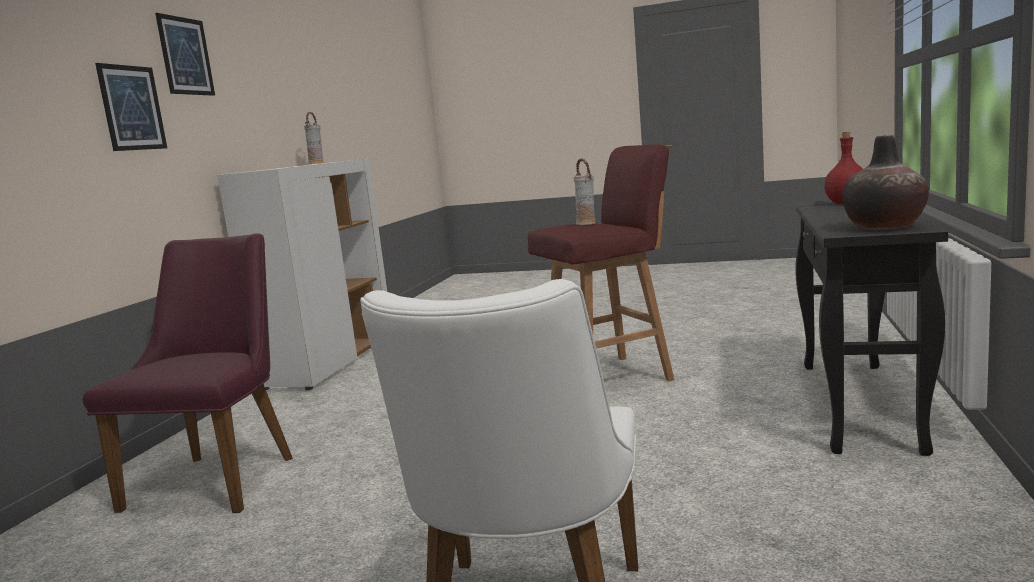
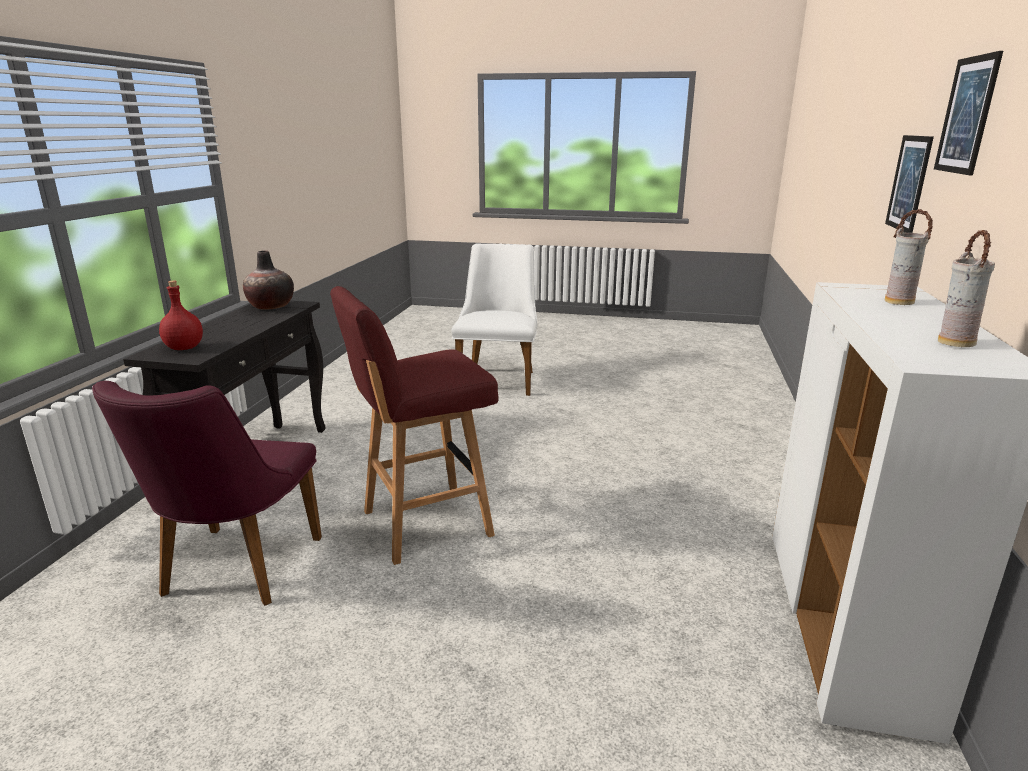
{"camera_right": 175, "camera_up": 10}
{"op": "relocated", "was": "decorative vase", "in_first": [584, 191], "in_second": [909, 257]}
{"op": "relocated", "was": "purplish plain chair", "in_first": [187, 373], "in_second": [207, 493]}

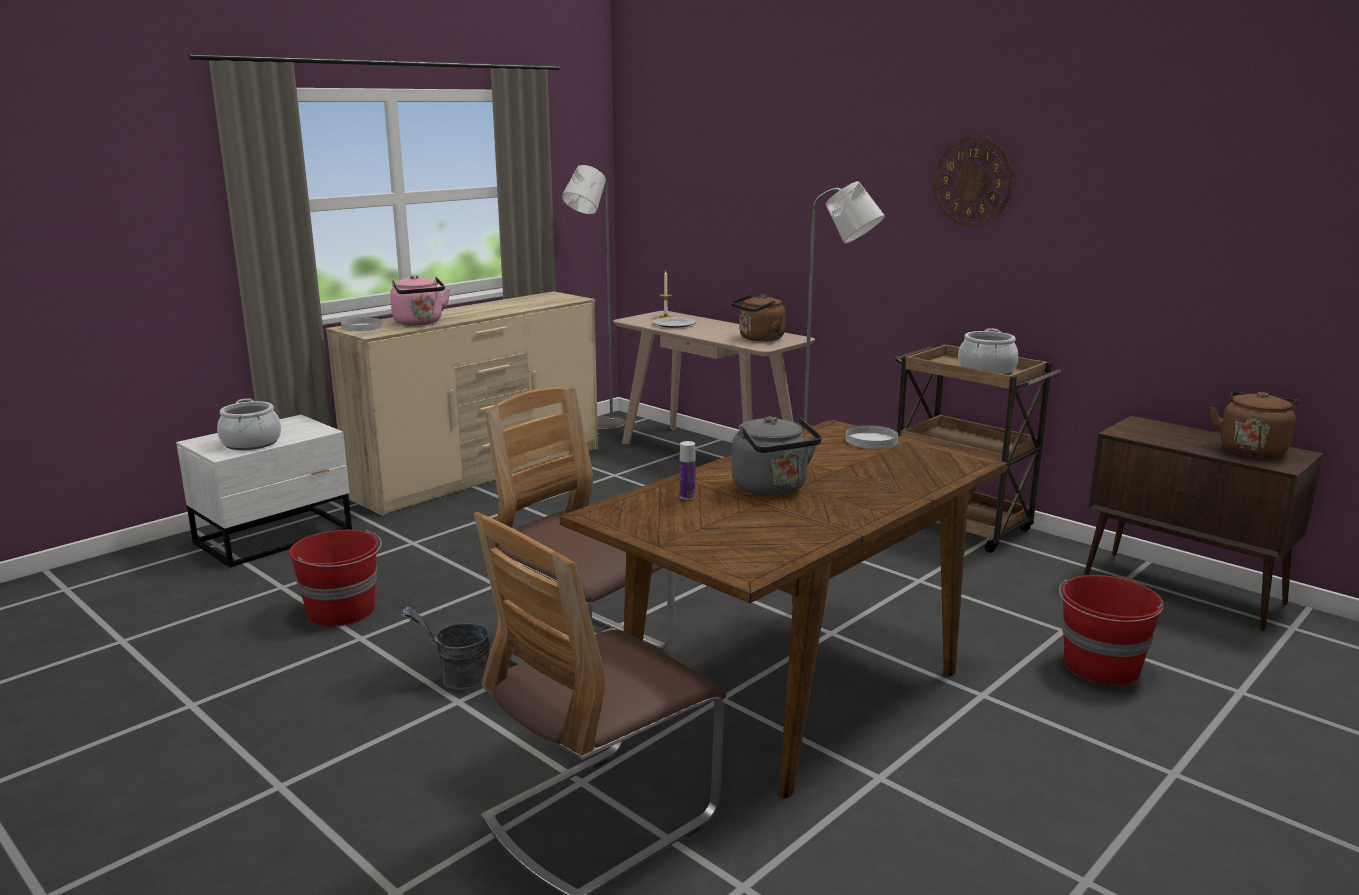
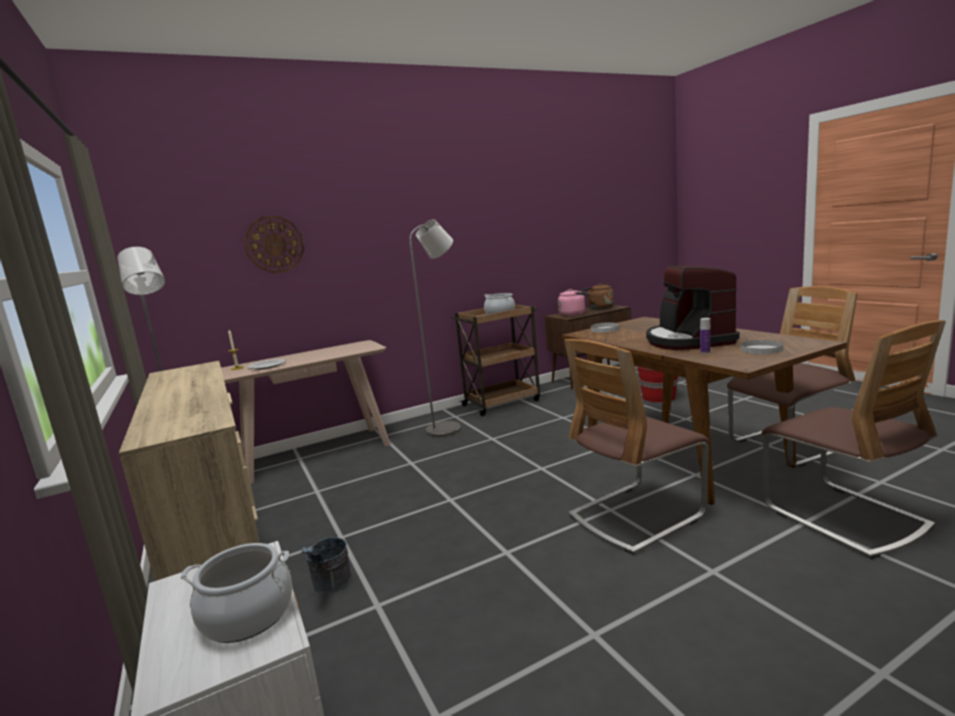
{"camera_right": -70, "camera_up": -5}
{"op": "relocated", "was": "clock on the wall", "in_first": [973, 182], "in_second": [274, 245]}
{"op": "relocated", "was": "pink kettle", "in_first": [420, 300], "in_second": [573, 302]}
{"op": "missing", "was": "brown kettle", "in_first": [758, 318]}
{"op": "relocated", "was": "white-coloured dinner plate", "in_first": [361, 324], "in_second": [762, 347]}
{"op": "exchanged", "was": "grey kettle", "now": "coffee machine", "in_first": [777, 456], "in_second": [693, 308]}
{"op": "missing", "was": "red bucket", "in_first": [335, 578]}
{"op": "relocated", "was": "grey bucket", "in_first": [445, 648], "in_second": [326, 565]}
{"op": "appeared", "now": "plain chair", "in_second": [792, 376]}

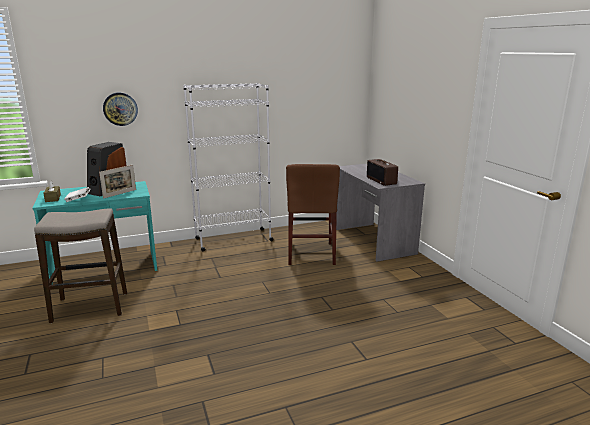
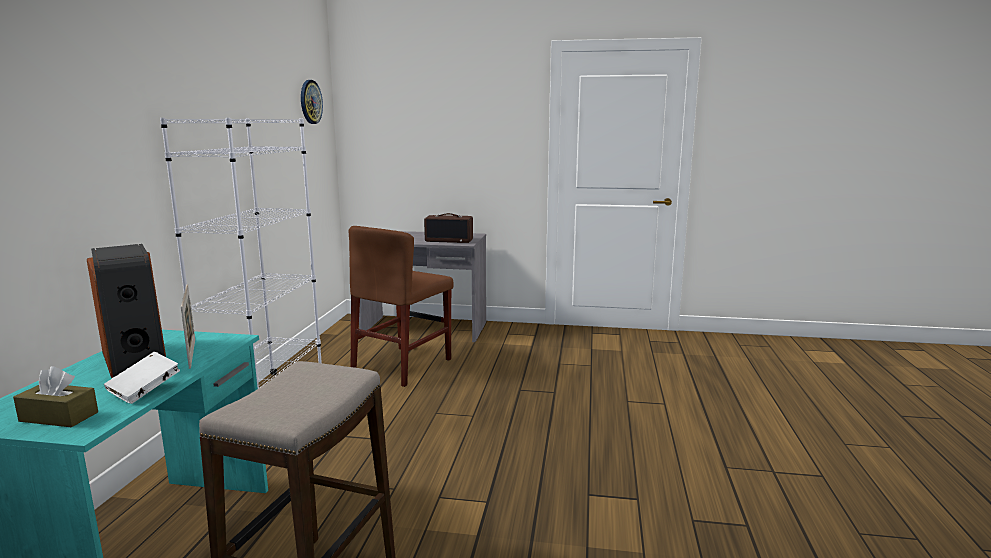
{"camera_right": -60, "camera_up": -5}
{"op": "relocated", "was": "clock on the wall", "in_first": [120, 109], "in_second": [312, 102]}
{"op": "spun", "was": "brown plain chair", "in_first": [313, 214], "in_second": [401, 306], "clockwise": 90}

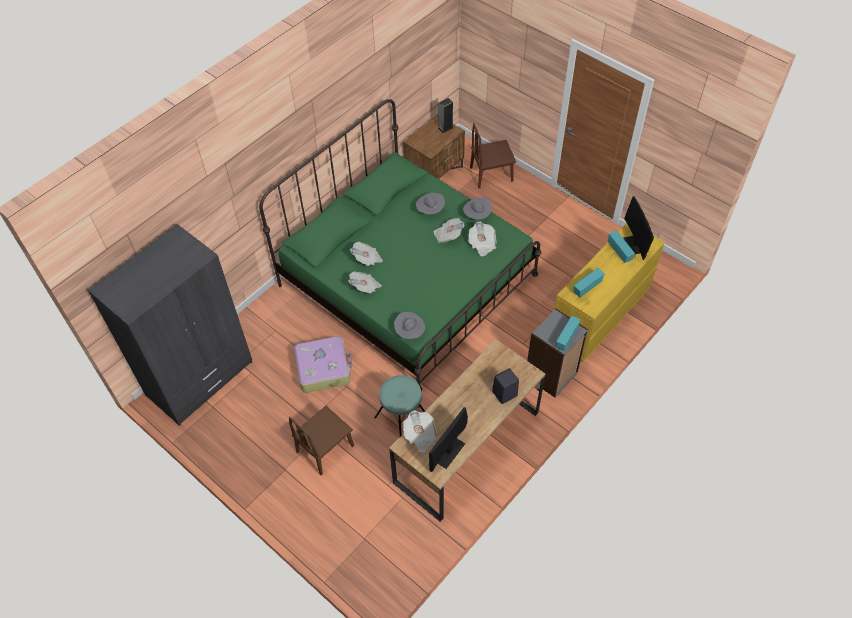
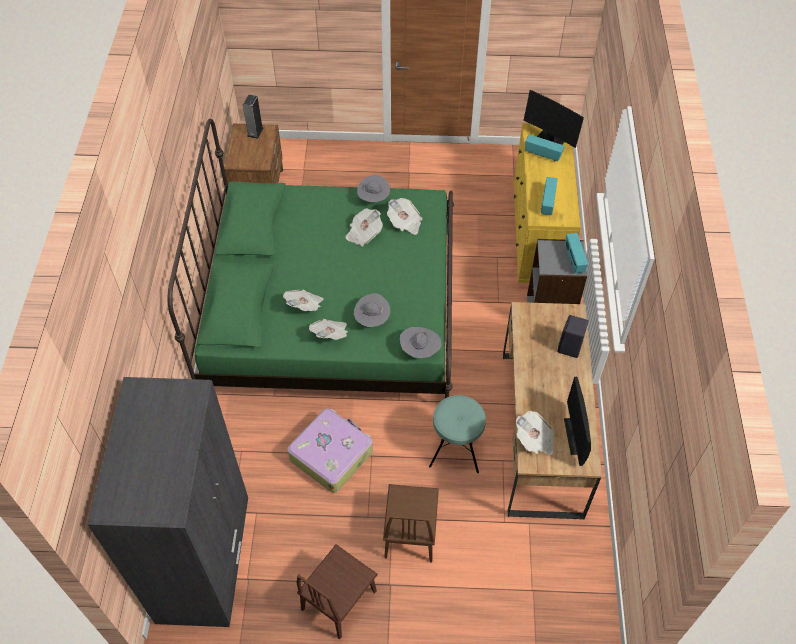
{"camera_right": -40, "camera_up": 0}
{"op": "relocated", "was": "brown plain chair", "in_first": [493, 156], "in_second": [336, 591]}
{"op": "relocated", "was": "grey hat", "in_first": [430, 204], "in_second": [372, 310]}

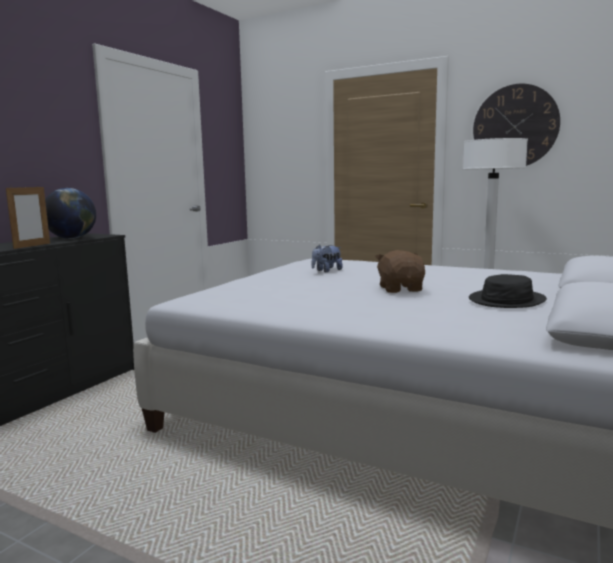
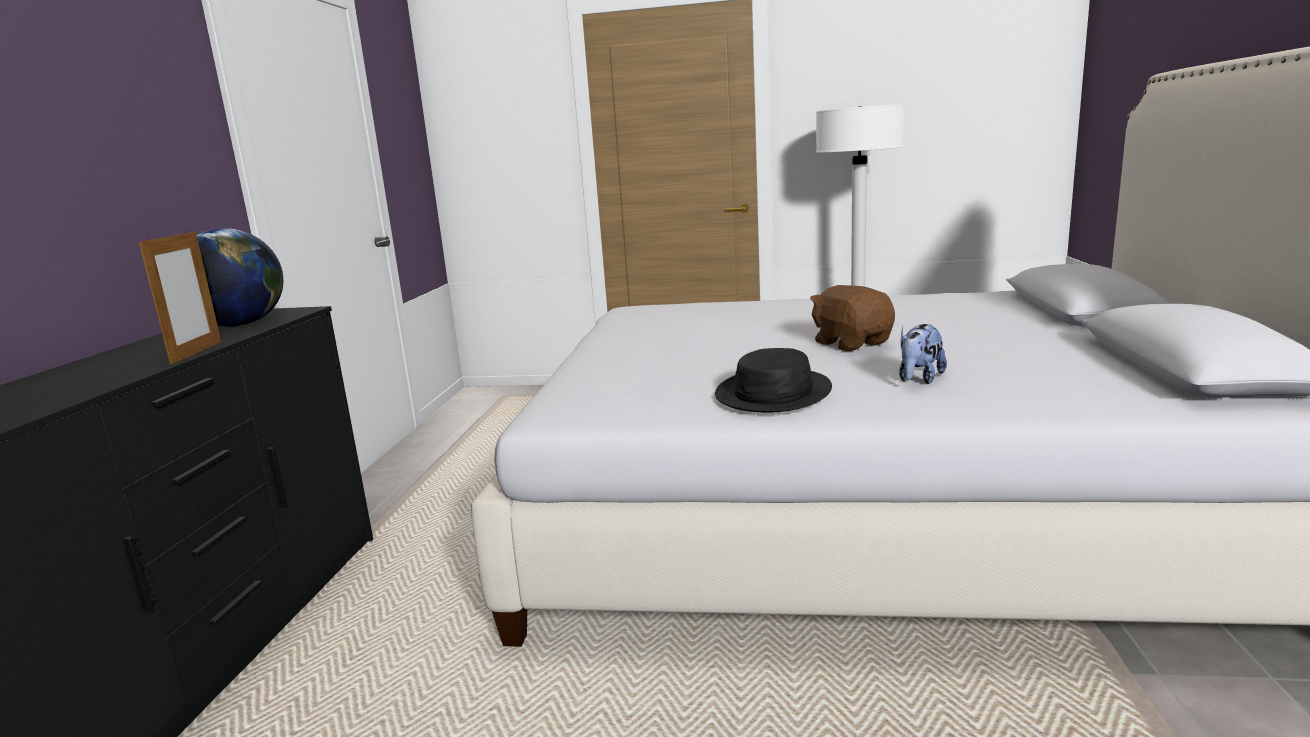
{"camera_right": -20, "camera_up": 5}
{"op": "missing", "was": "clock on the wall", "in_first": [516, 125]}
{"op": "relocated", "was": "plush toy", "in_first": [327, 258], "in_second": [923, 354]}
{"op": "relocated", "was": "black-coloured hat", "in_first": [508, 291], "in_second": [773, 380]}

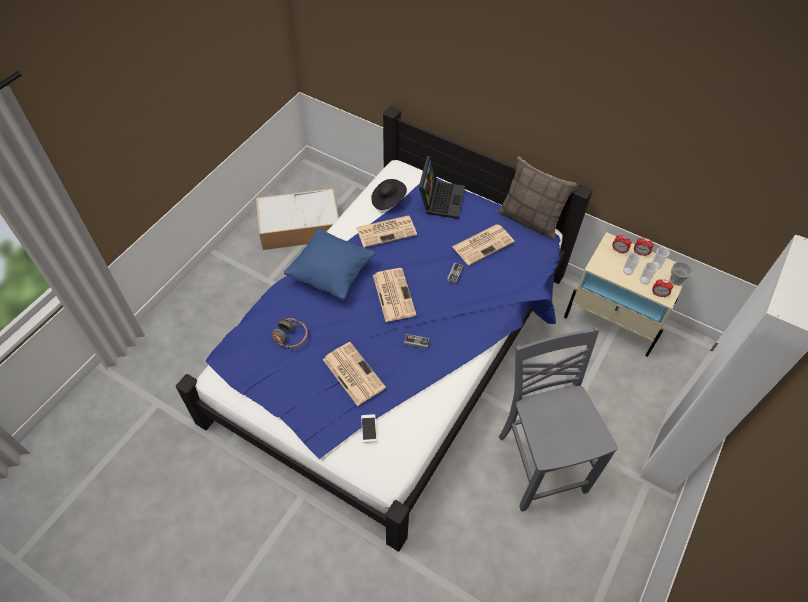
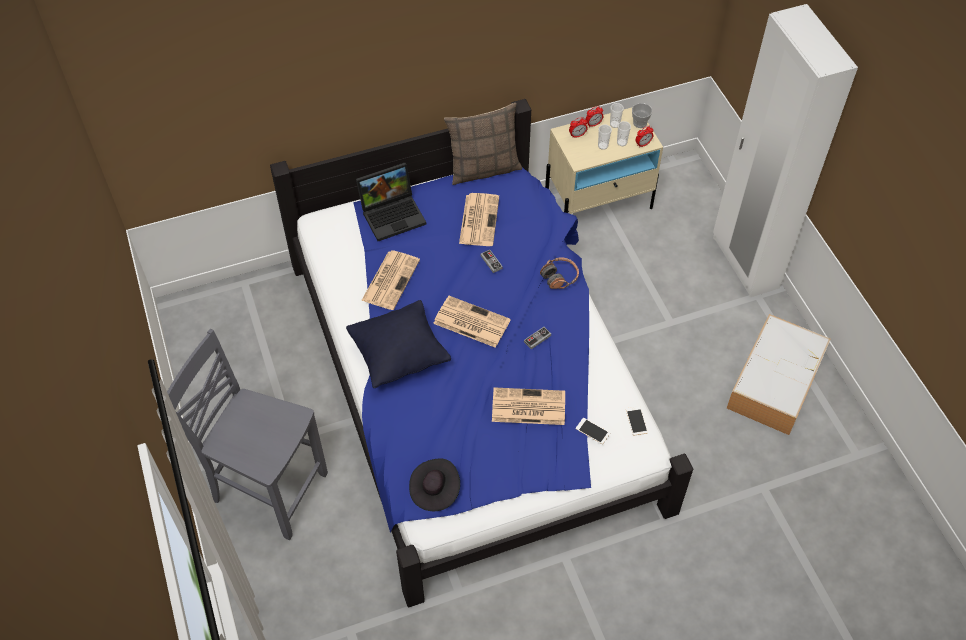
{"camera_right": -50, "camera_up": 0}
{"op": "spun", "was": "laptop", "in_first": [442, 187], "in_second": [391, 202], "clockwise": 105}
{"op": "relocated", "was": "black-coloured hat", "in_first": [389, 194], "in_second": [434, 484]}
{"op": "relocated", "was": "storage container", "in_first": [297, 219], "in_second": [779, 374]}
{"op": "colour", "was": "blue-coloured pillow", "now": "black-coloured pillow", "in_first": [329, 264], "in_second": [398, 344]}
{"op": "relocated", "was": "headset", "in_first": [289, 333], "in_second": [559, 273]}
{"op": "relocated", "was": "grey plain chair", "in_first": [558, 419], "in_second": [247, 434]}
{"op": "appeared", "now": "telephone", "in_second": [637, 421]}

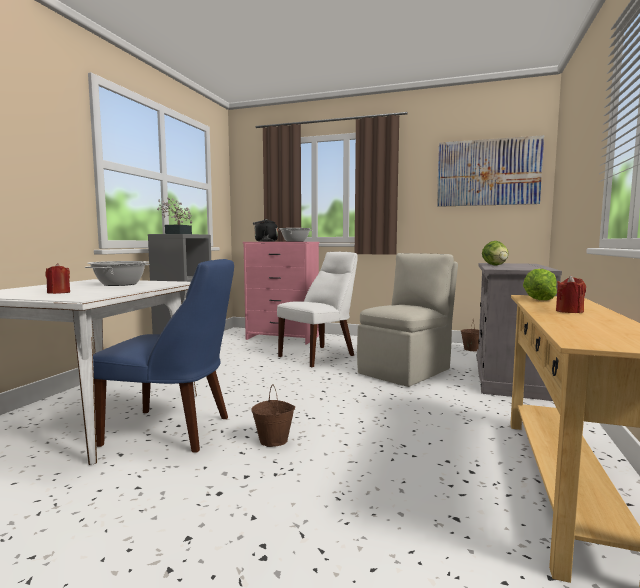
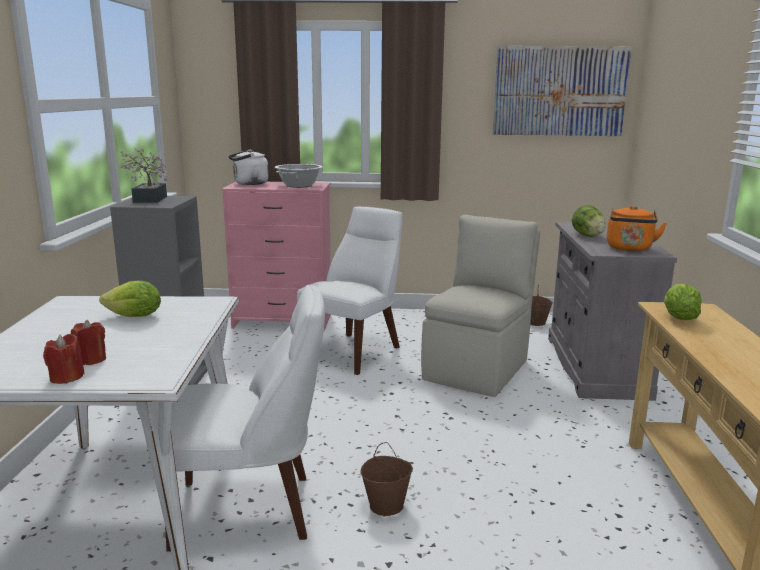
{"camera_right": -15, "camera_up": 10}
{"op": "colour", "was": "black-coloured kettle", "now": "white-coloured kettle", "in_first": [265, 230], "in_second": [248, 167]}
{"op": "colour", "was": "blue-coloured plain chair", "now": "white-coloured plain chair", "in_first": [163, 356], "in_second": [245, 418]}
{"op": "exchanged", "was": "stockpot", "now": "lettuce head", "in_first": [117, 273], "in_second": [130, 298]}
{"op": "relocated", "was": "red wax candle", "in_first": [571, 294], "in_second": [64, 359]}
{"op": "appeared", "now": "orange kettle", "in_second": [637, 228]}

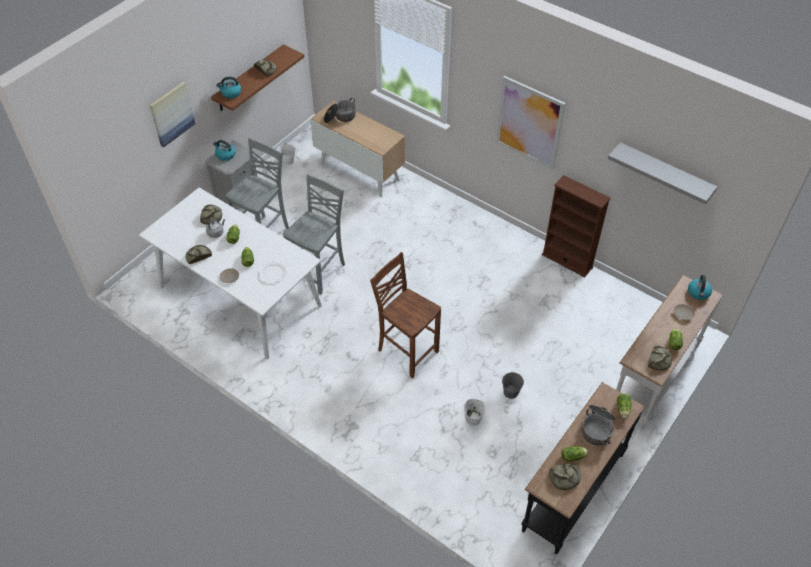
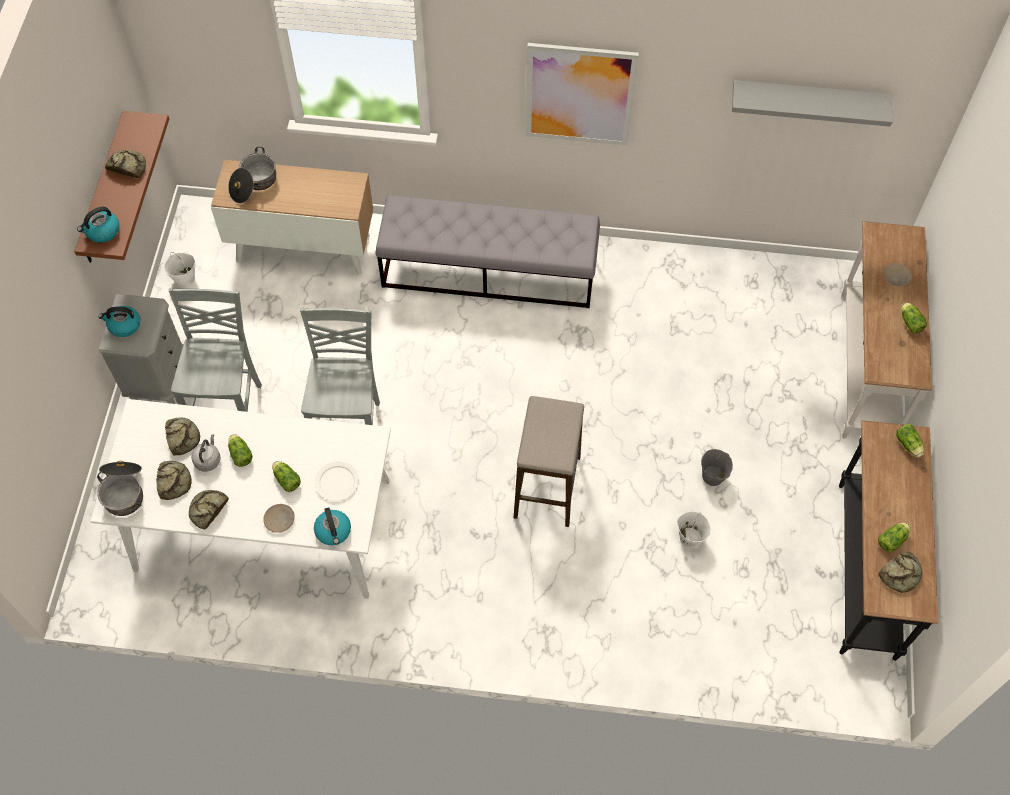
{"camera_right": -30, "camera_up": 10}
{"op": "missing", "was": "picture", "in_first": [173, 114]}
{"op": "missing", "was": "brown shelving unit", "in_first": [576, 226]}
{"op": "exchanged", "was": "brown plain chair", "now": "stool", "in_first": [405, 315], "in_second": [549, 461]}
{"op": "relocated", "was": "kettle", "in_first": [700, 287], "in_second": [332, 526]}
{"op": "relocated", "was": "bread", "in_first": [660, 357], "in_second": [174, 480]}
{"op": "relocated", "was": "stockpot", "in_first": [599, 425], "in_second": [120, 488]}
{"op": "appeared", "now": "grey long seat", "in_second": [487, 251]}

